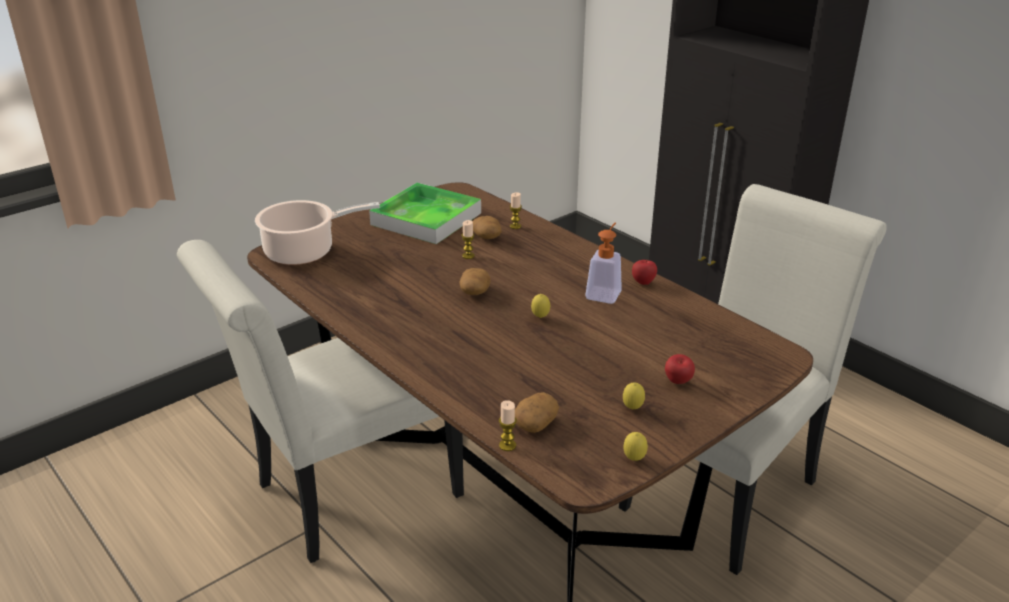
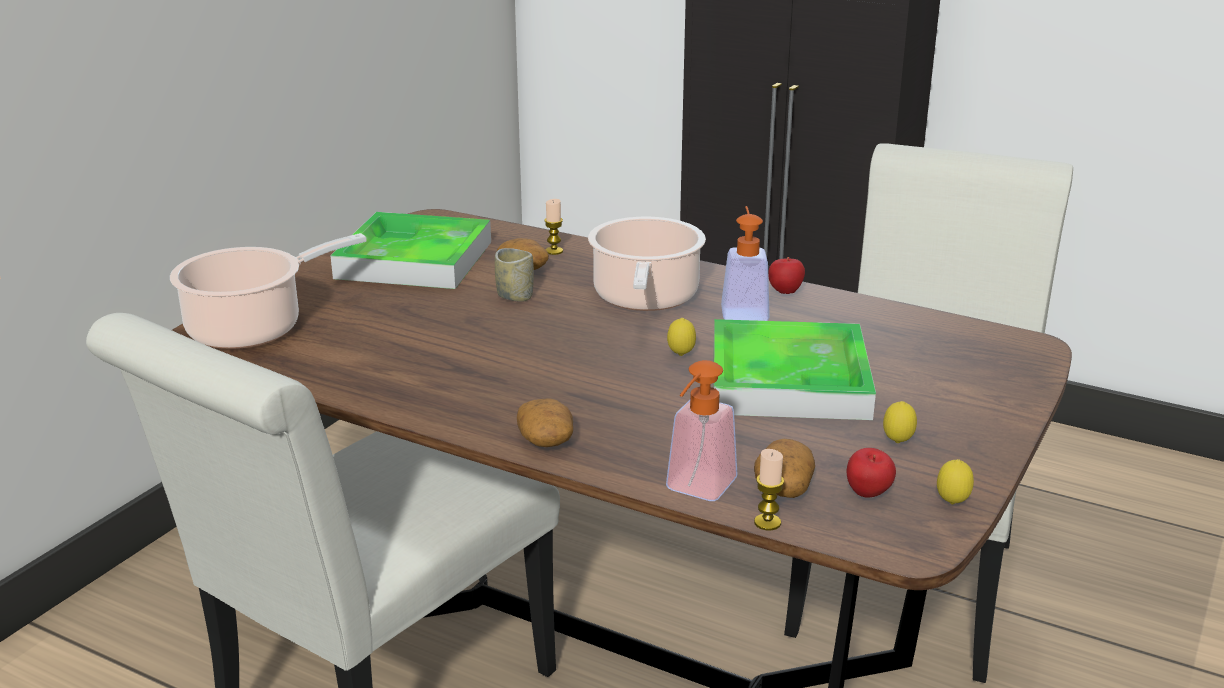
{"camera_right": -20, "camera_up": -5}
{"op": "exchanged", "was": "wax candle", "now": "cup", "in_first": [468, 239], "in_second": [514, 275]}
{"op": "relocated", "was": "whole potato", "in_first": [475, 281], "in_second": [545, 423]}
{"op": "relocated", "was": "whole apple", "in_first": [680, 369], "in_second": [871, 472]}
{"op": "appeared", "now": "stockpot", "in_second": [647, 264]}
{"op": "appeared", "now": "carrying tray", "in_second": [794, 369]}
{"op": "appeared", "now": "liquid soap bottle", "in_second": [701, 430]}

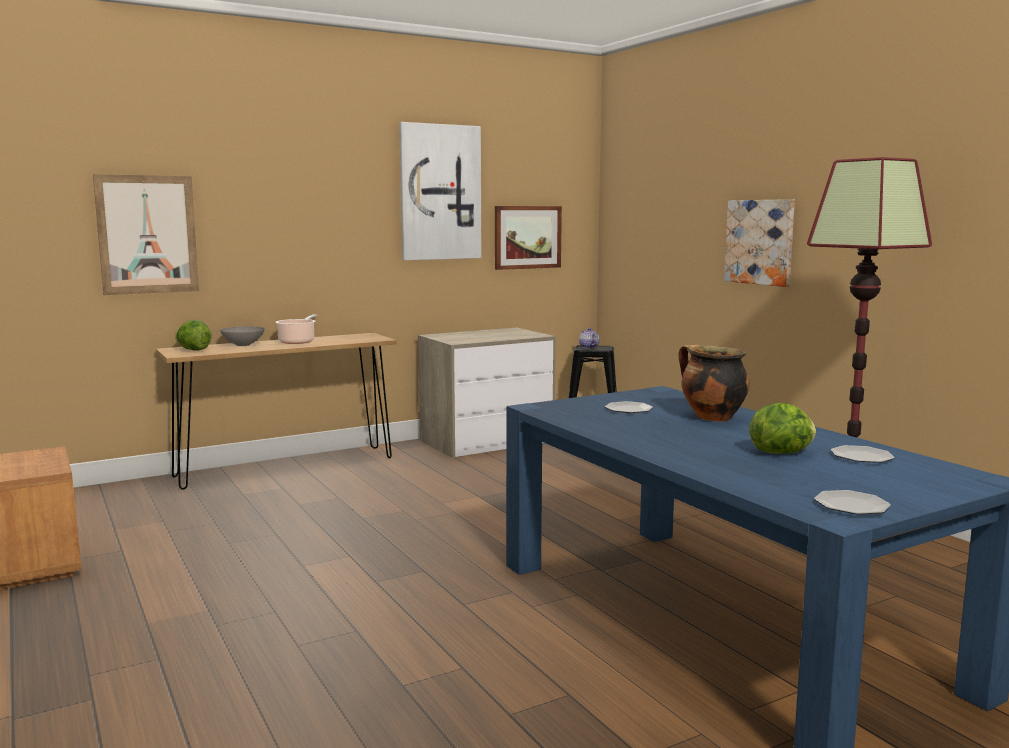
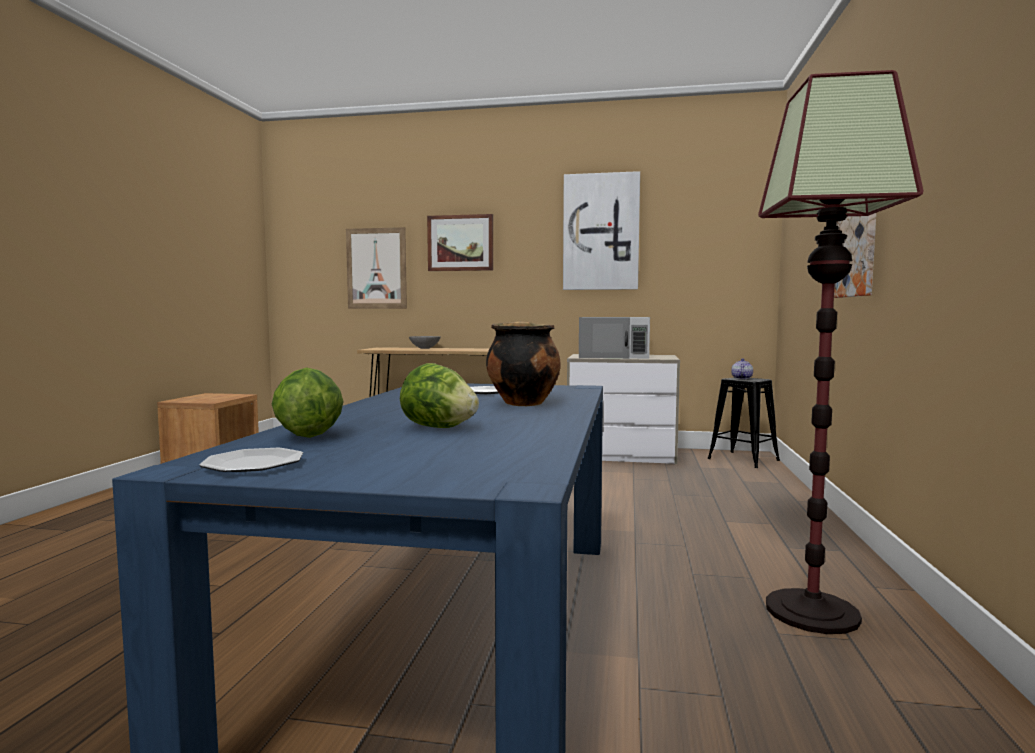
{"camera_right": 40, "camera_up": -5}
{"op": "relocated", "was": "picture", "in_first": [528, 238], "in_second": [460, 242]}
{"op": "missing", "was": "stockpot", "in_first": [296, 329]}
{"op": "relocated", "was": "lettuce head", "in_first": [193, 335], "in_second": [307, 402]}
{"op": "missing", "was": "dinner plate", "in_first": [863, 454]}
{"op": "appeared", "now": "white-coloured microwave", "in_second": [614, 338]}

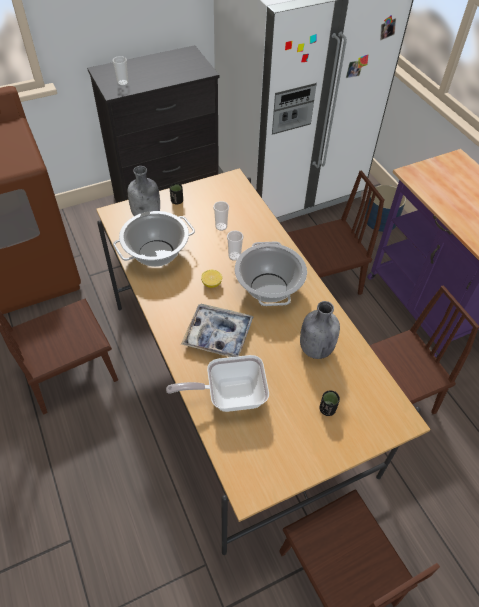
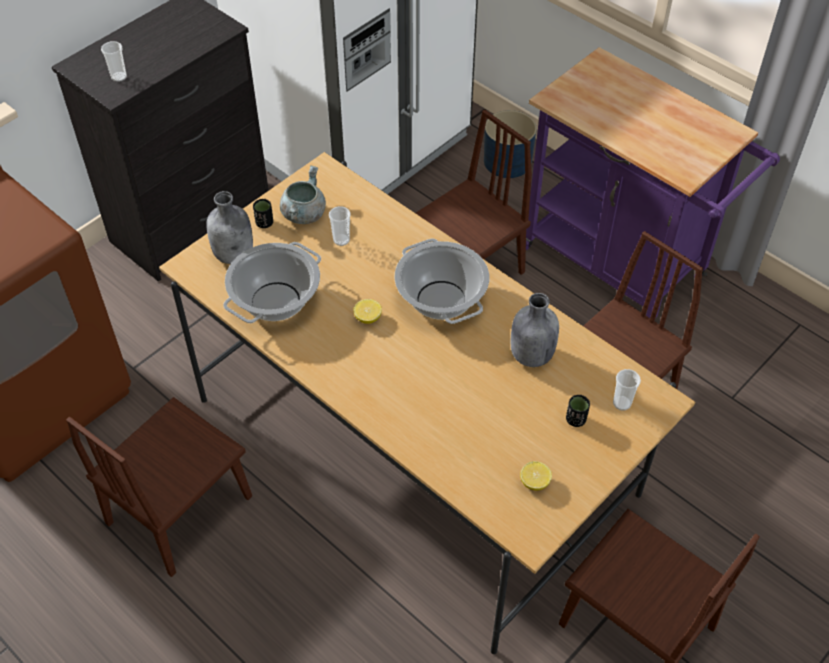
{"camera_right": -20, "camera_up": 0}
{"op": "relocated", "was": "cup", "in_first": [235, 245], "in_second": [627, 390]}
{"op": "missing", "was": "carrying tray", "in_first": [217, 330]}
{"op": "missing", "was": "skillet", "in_first": [217, 383]}
{"op": "appeared", "now": "grey stockpot", "in_second": [303, 195]}
{"op": "appeared", "now": "citrus fruit", "in_second": [536, 475]}

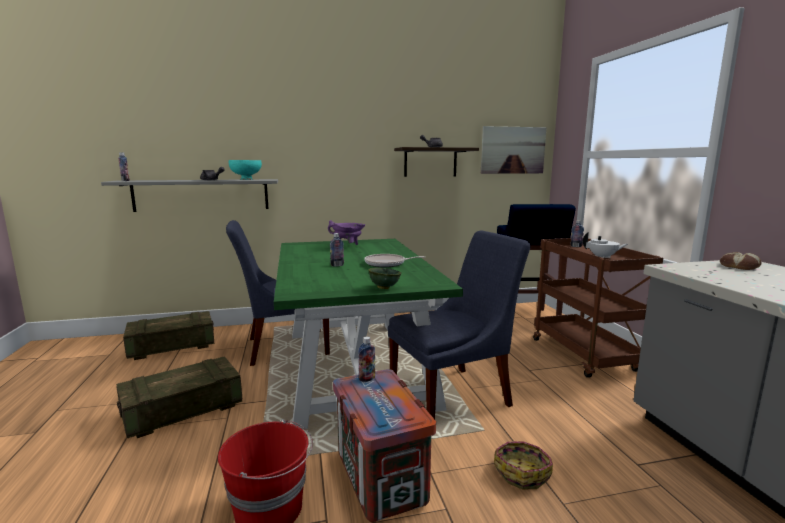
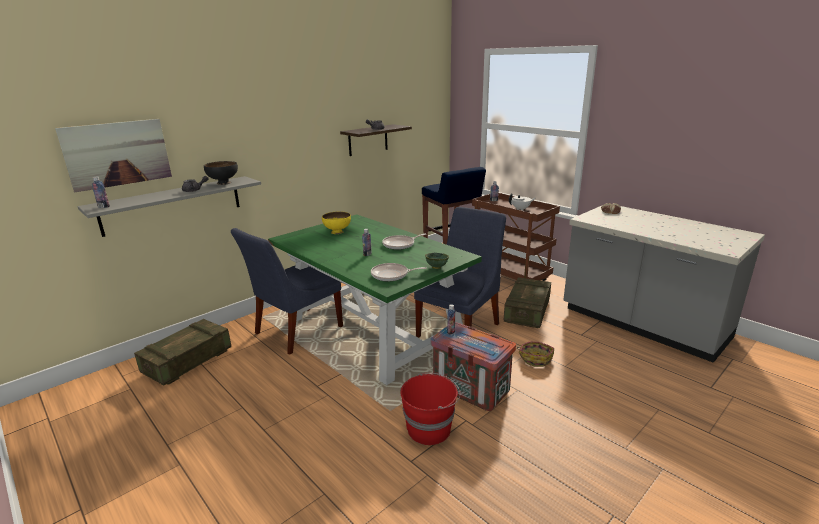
{"camera_right": -30, "camera_up": 10}
{"op": "relocated", "was": "picture", "in_first": [514, 150], "in_second": [113, 155]}
{"op": "colour", "was": "turquoise-coloured deep dish", "now": "black-coloured deep dish", "in_first": [245, 170], "in_second": [221, 173]}
{"op": "exchanged", "was": "purplish stockpot", "now": "yellow-coloured deep dish", "in_first": [346, 232], "in_second": [336, 222]}
{"op": "relocated", "was": "shipping crate", "in_first": [179, 397], "in_second": [527, 302]}
{"op": "appeared", "now": "skillet", "in_second": [399, 272]}

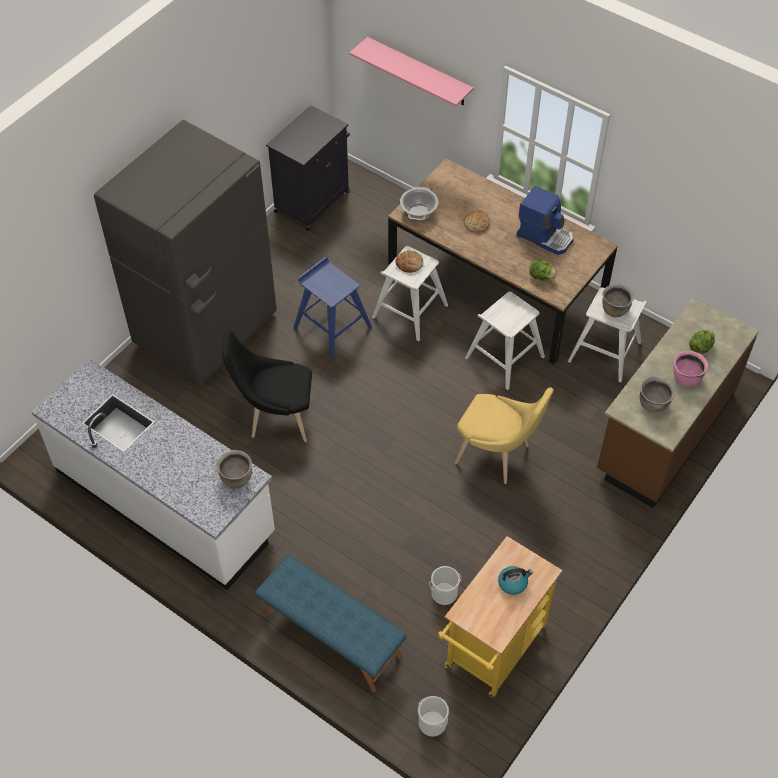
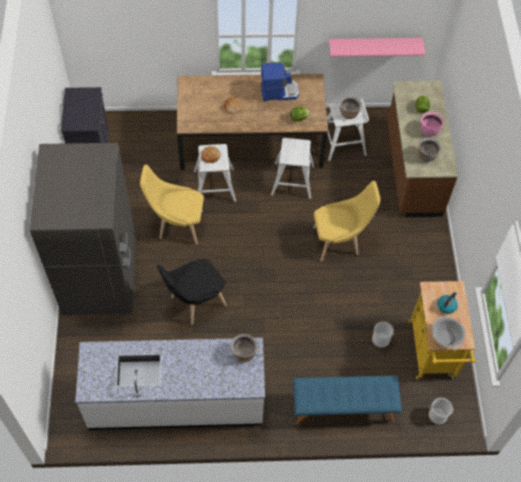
{"camera_right": -40, "camera_up": 5}
{"op": "relocated", "was": "pink wall shelf", "in_first": [411, 71], "in_second": [377, 47]}
{"op": "relocated", "was": "stockpot", "in_first": [419, 203], "in_second": [448, 333]}
{"op": "exchanged", "was": "blue-coloured stool", "now": "yellow-coloured plain chair", "in_first": [332, 308], "in_second": [172, 205]}

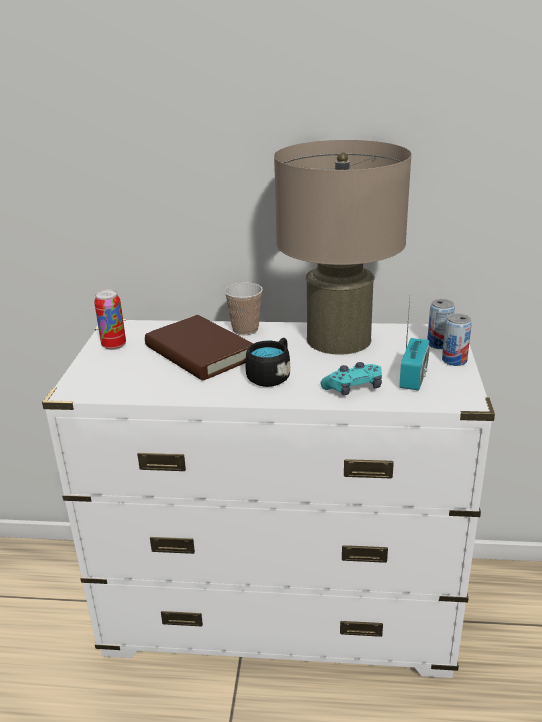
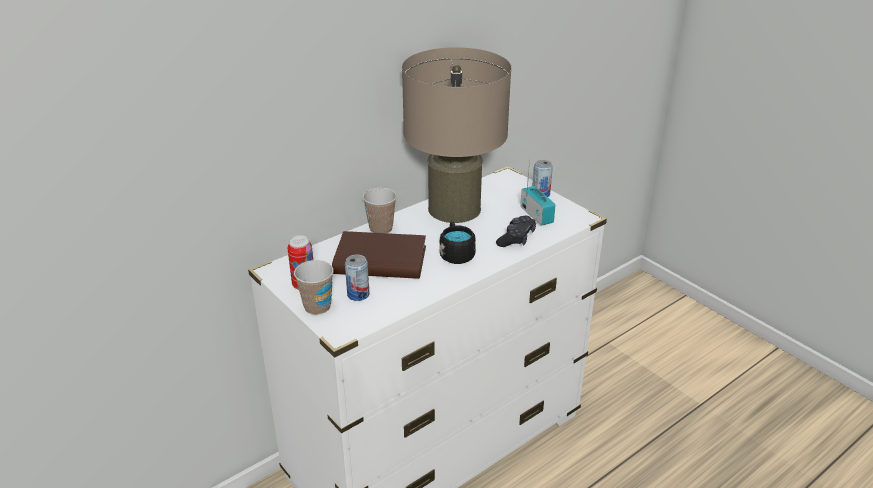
{"camera_right": -45, "camera_up": 5}
{"op": "relocated", "was": "metal can", "in_first": [441, 324], "in_second": [357, 277]}
{"op": "colour", "was": "turquoise-coloured joypad", "now": "black-coloured joypad", "in_first": [351, 379], "in_second": [516, 231]}
{"op": "appeared", "now": "cup", "in_second": [314, 287]}

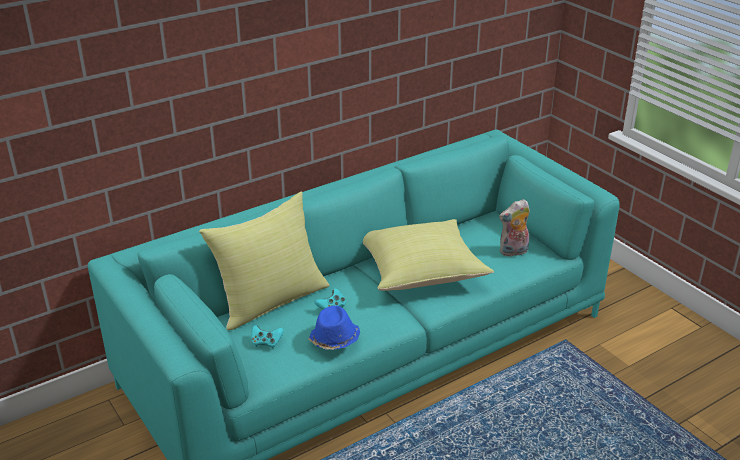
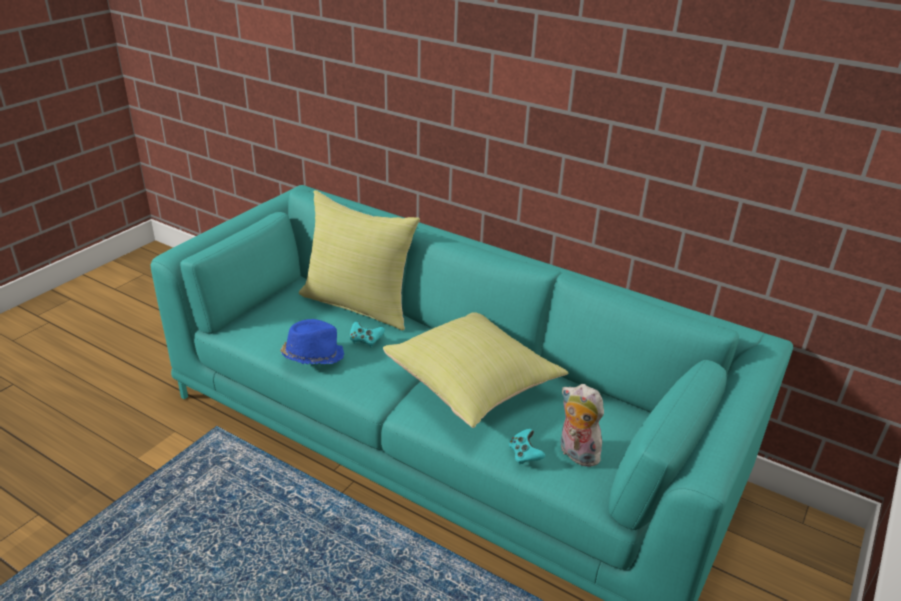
{"camera_right": 65, "camera_up": 0}
{"op": "relocated", "was": "turquoise-coloured joypad", "in_first": [267, 337], "in_second": [527, 447]}

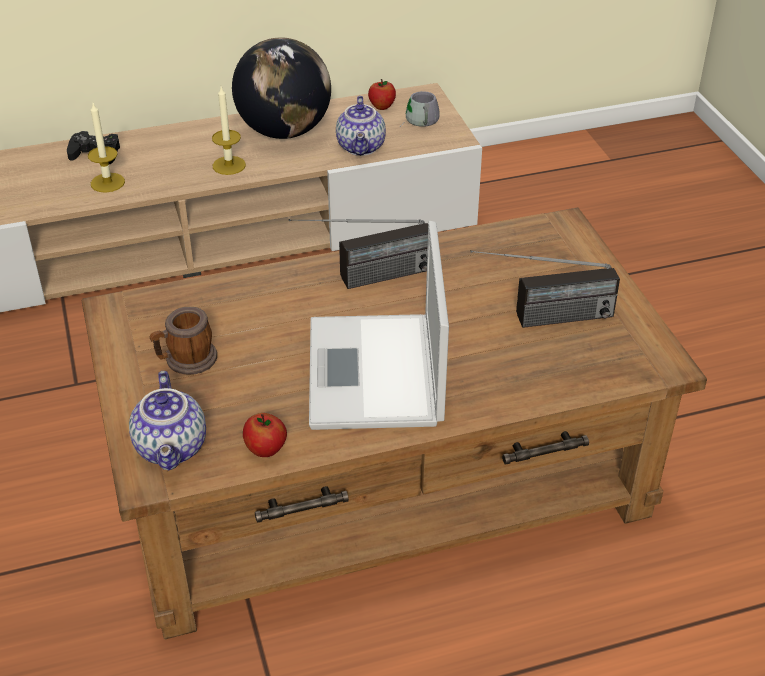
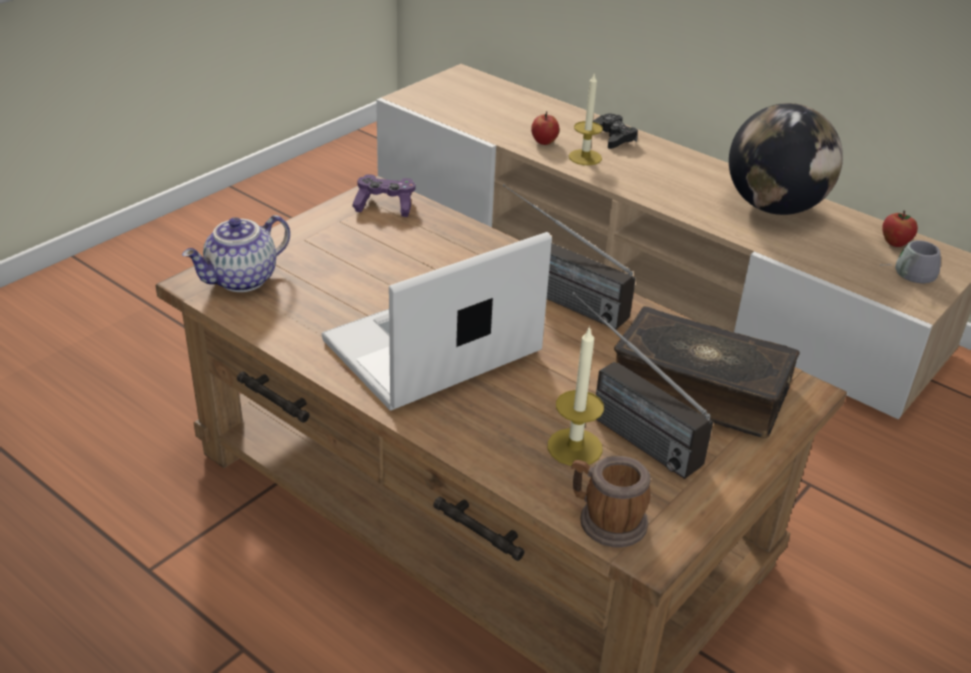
{"camera_right": 55, "camera_up": -5}
{"op": "relocated", "was": "wax candle", "in_first": [229, 131], "in_second": [576, 396]}
{"op": "missing", "was": "pot for tea", "in_first": [361, 126]}
{"op": "relocated", "was": "mug", "in_first": [183, 341], "in_second": [611, 501]}
{"op": "relocated", "was": "whole apple", "in_first": [265, 435], "in_second": [545, 128]}
{"op": "appeared", "now": "purplish joypad", "in_second": [384, 195]}
{"op": "appeared", "now": "bound book", "in_second": [707, 372]}

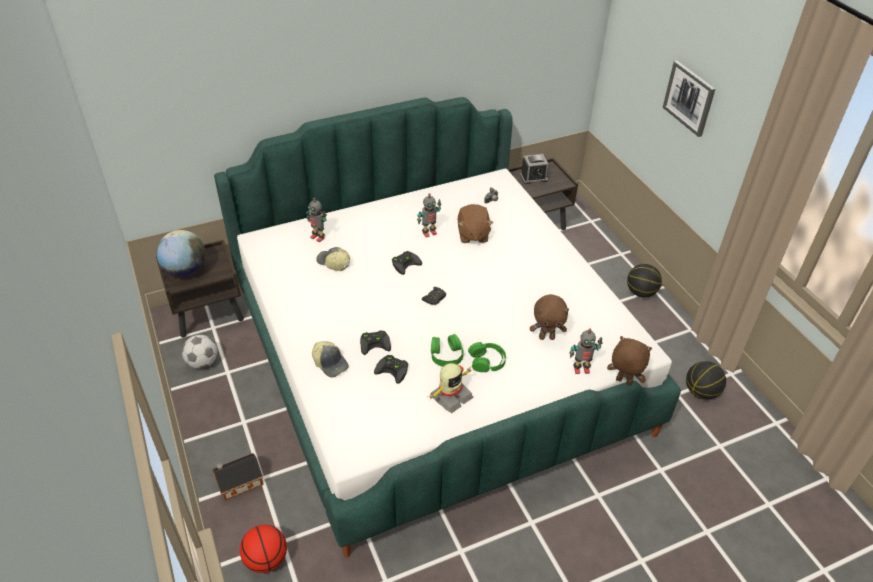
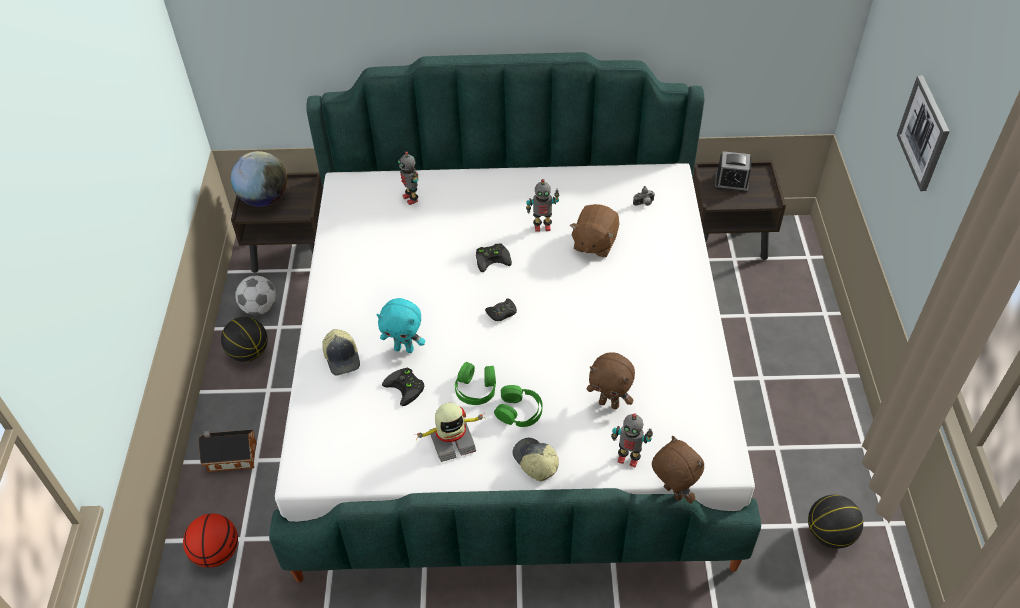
{"camera_right": 25, "camera_up": 5}
{"op": "relocated", "was": "cap", "in_first": [333, 259], "in_second": [536, 460]}
{"op": "relocated", "was": "basketball", "in_first": [644, 281], "in_second": [244, 339]}
{"op": "exchanged", "was": "black-coloured joypad", "now": "turquoise-coloured plush toy", "in_first": [375, 343], "in_second": [400, 325]}

